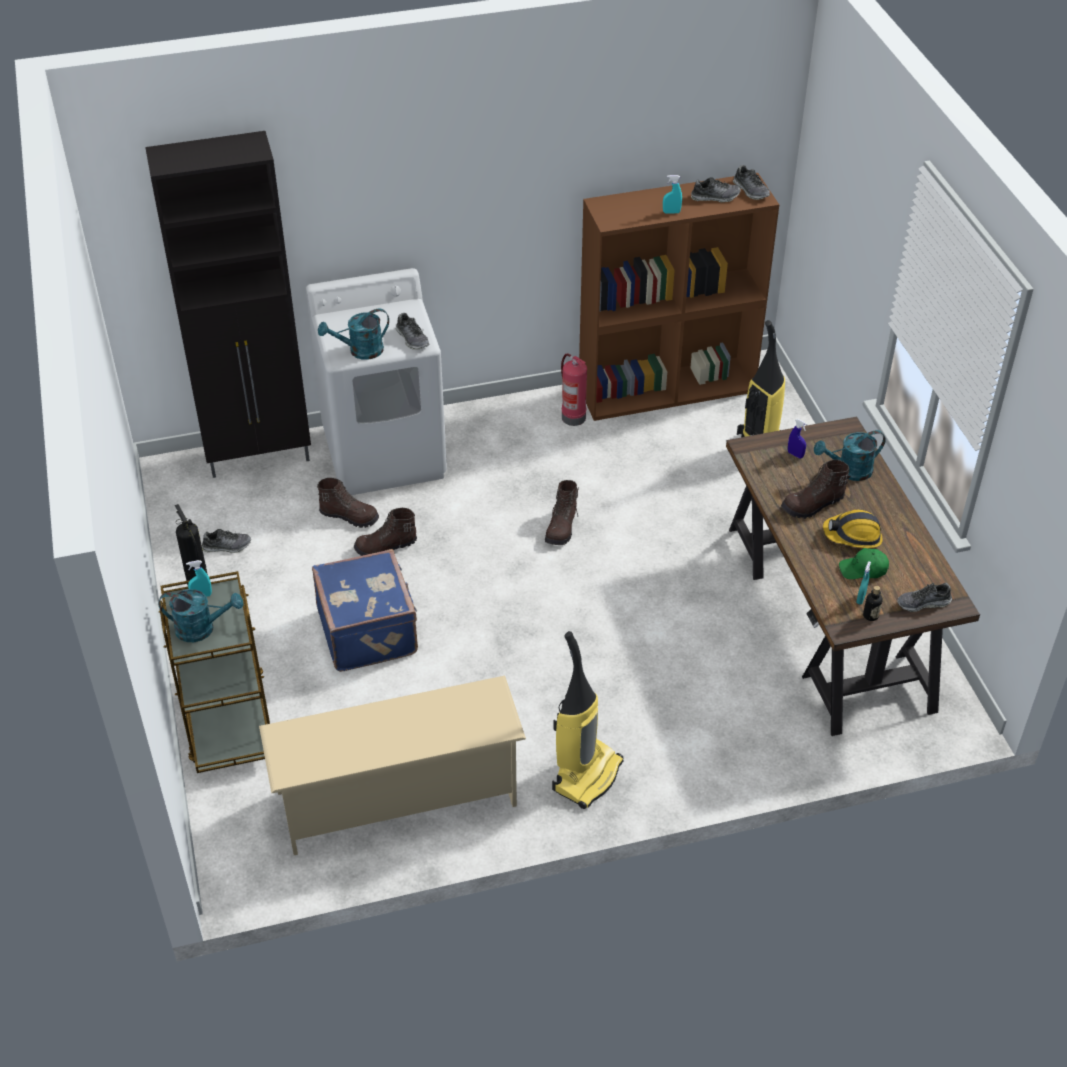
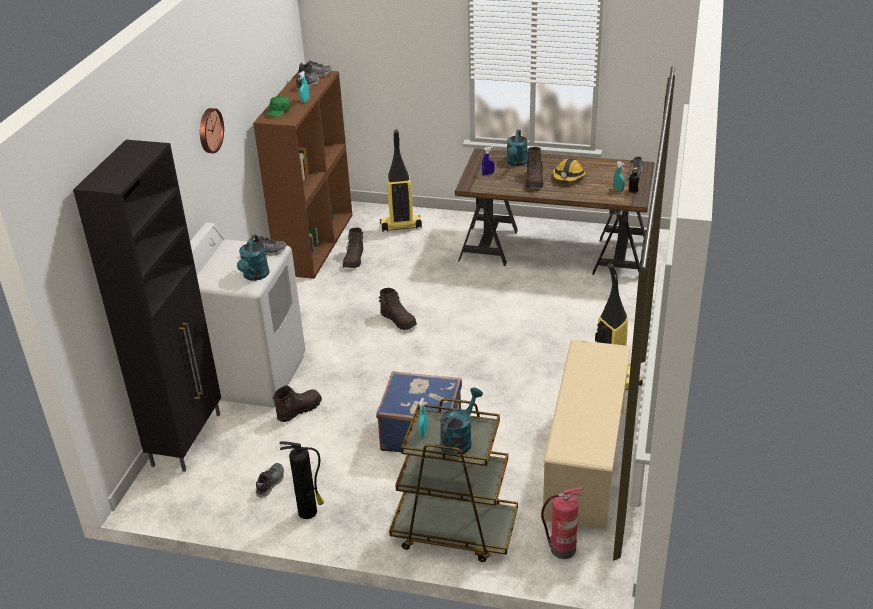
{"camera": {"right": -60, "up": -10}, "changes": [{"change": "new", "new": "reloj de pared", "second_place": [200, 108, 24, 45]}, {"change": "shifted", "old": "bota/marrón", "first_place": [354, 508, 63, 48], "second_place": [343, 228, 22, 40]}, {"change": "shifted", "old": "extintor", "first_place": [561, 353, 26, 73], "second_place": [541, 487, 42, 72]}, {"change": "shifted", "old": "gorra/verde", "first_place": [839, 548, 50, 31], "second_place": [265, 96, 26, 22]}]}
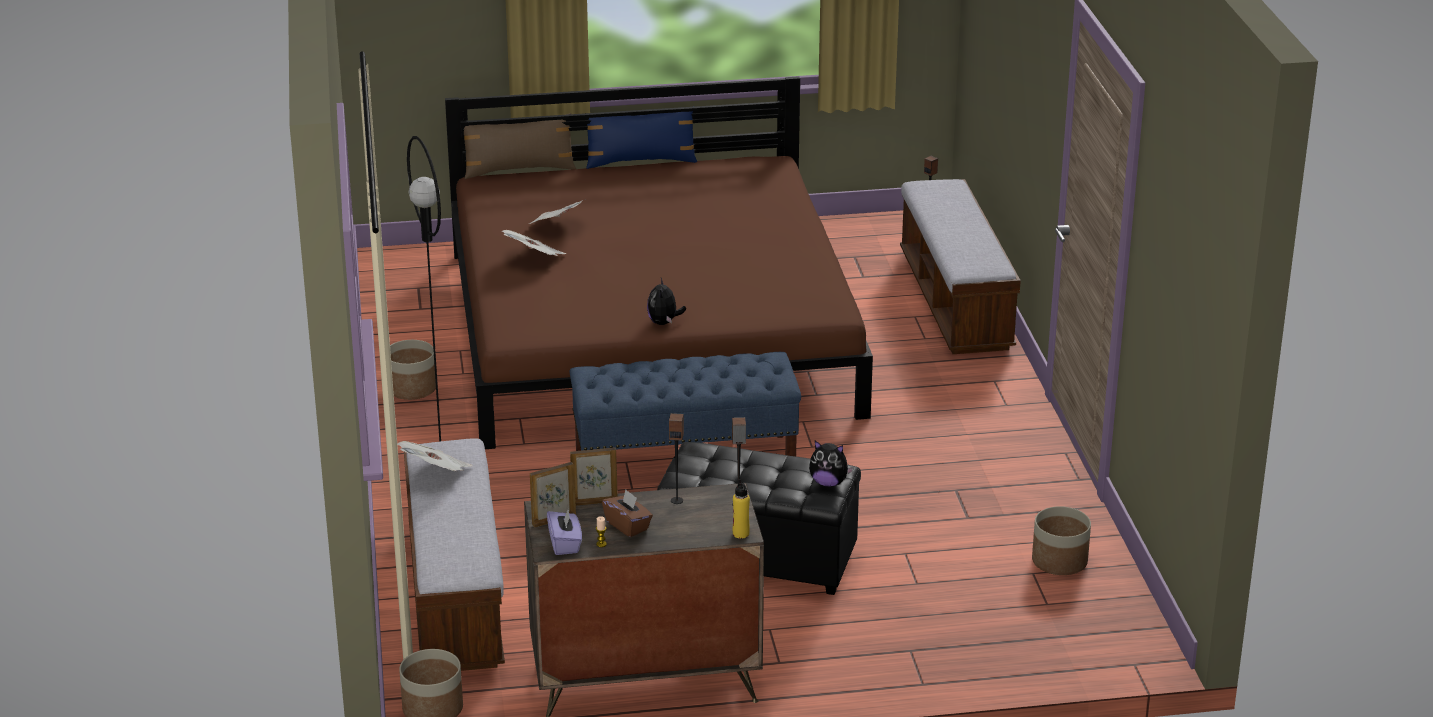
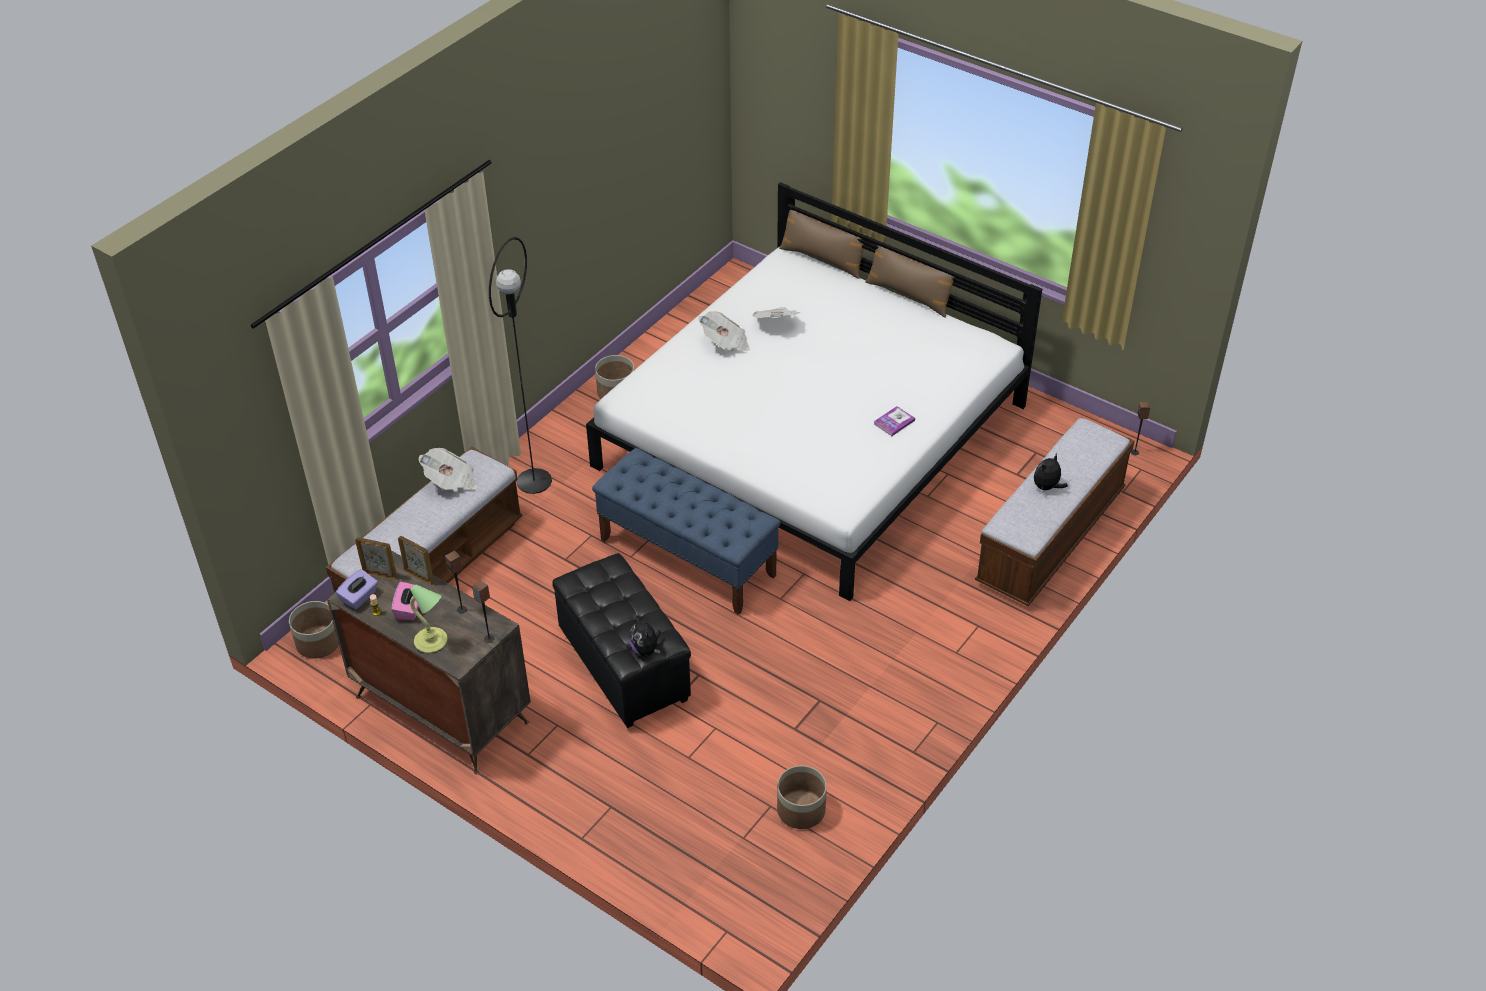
{"camera": {"right": 45, "up": 15}, "changes": [{"change": "gone", "old": "botella/amarillo", "first_place": [733, 479, 17, 60]}, {"change": "new", "new": "lámpara de mesa", "second_place": [410, 585, 37, 68]}, {"change": "new", "new": "libro", "second_place": [874, 406, 41, 30]}, {"change": "shifted", "old": "peluche", "first_place": [647, 278, 39, 47], "second_place": [1034, 453, 34, 37]}, {"change": "repainted", "old": "cama/marrón", "new": "cama/blanco", "first_place": [445, 76, 428, 373], "second_place": [586, 182, 456, 419]}, {"change": "repainted", "old": "cojín/azul", "new": "cojín/marrón", "first_place": [586, 106, 112, 63], "second_place": [865, 240, 92, 78]}, {"change": "repainted", "old": "caja de pañuelos/marrón", "new": "caja de pañuelos/rosa", "first_place": [602, 490, 51, 47], "second_place": [391, 582, 31, 38]}]}
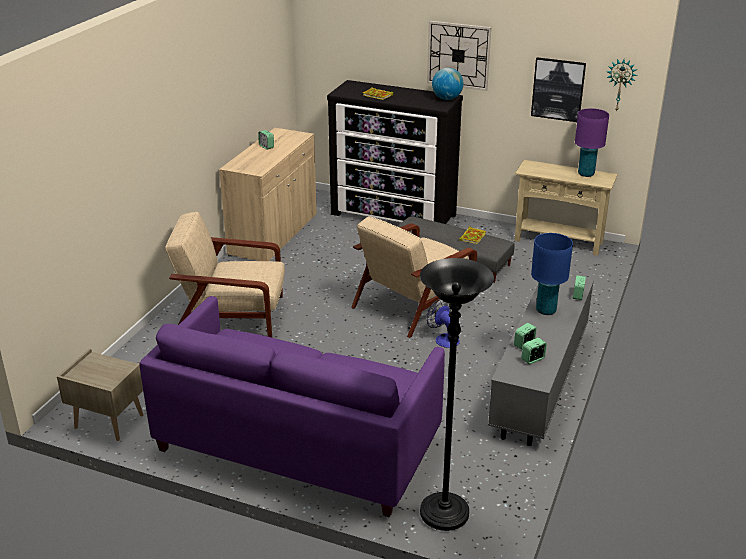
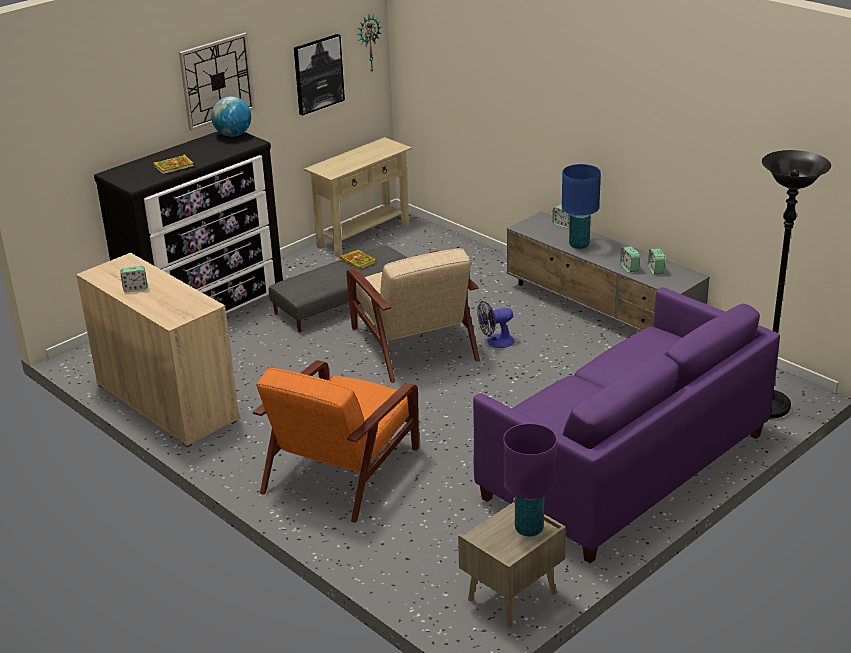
{"camera": {"right": -65, "up": 0}, "changes": [{"change": "shifted", "old": "lámpara de mesa/morado", "first_place": [575, 108, 34, 69], "second_place": [503, 423, 54, 114]}, {"change": "repainted", "old": "sillón/beis", "new": "sillón/naranja", "first_place": [165, 212, 120, 126], "second_place": [253, 360, 166, 163]}]}
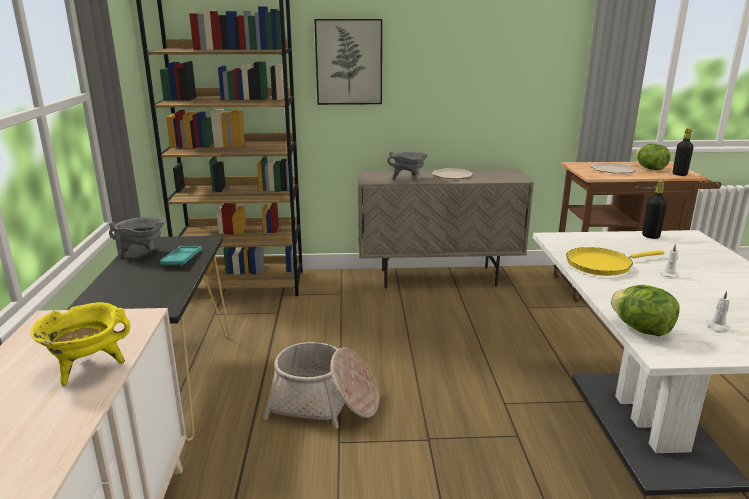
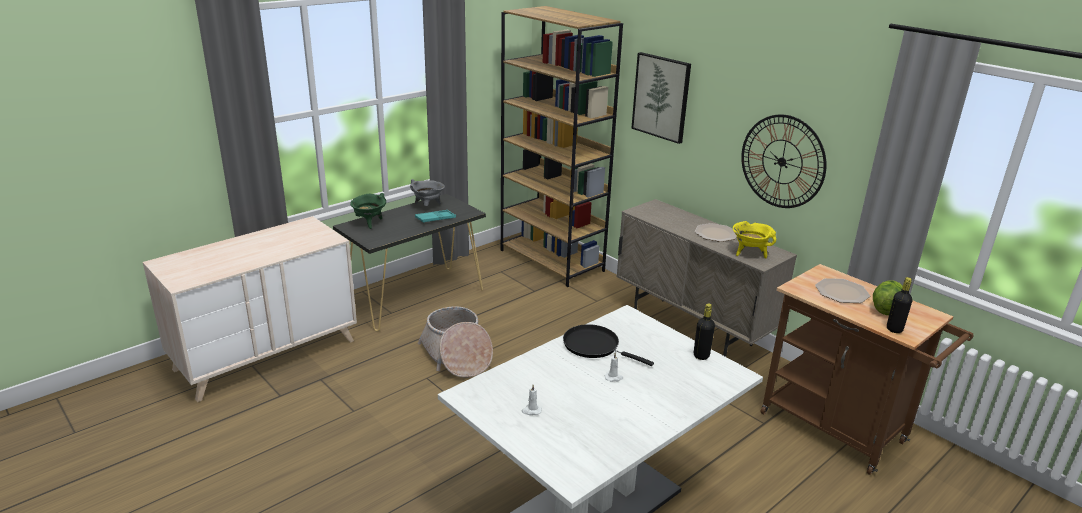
{"camera": {"right": 50, "up": 5}, "changes": [{"change": "gone", "old": "olla/gris", "first_place": [387, 151, 41, 29]}, {"change": "gone", "old": "lechuga", "first_place": [611, 285, 69, 51]}, {"change": "new", "new": "olla/verde", "second_place": [350, 193, 36, 36]}, {"change": "new", "new": "reloj de pared", "second_place": [741, 114, 86, 94]}, {"change": "shifted", "old": "olla/amarillo", "first_place": [31, 302, 99, 83], "second_place": [733, 221, 43, 37]}, {"change": "repainted", "old": "sartén/amarillo", "new": "sartén/negro", "first_place": [566, 247, 99, 29], "second_place": [563, 324, 91, 42]}]}
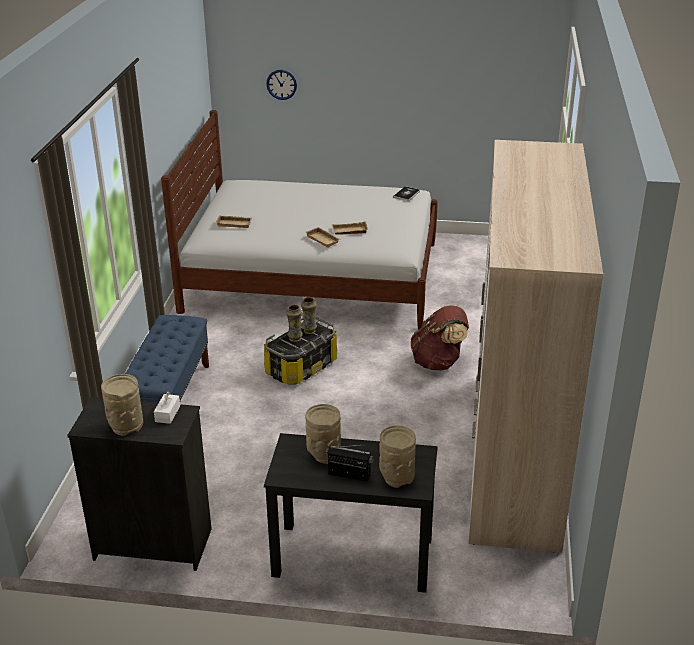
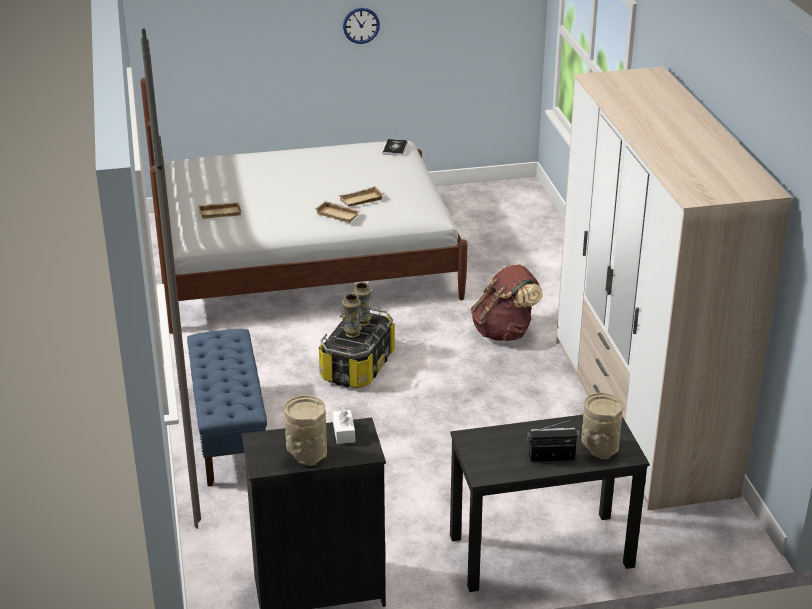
{"camera": {"right": -20, "up": 0}, "changes": [{"change": "gone", "old": "florero/beis", "first_place": [305, 404, 36, 60]}, {"change": "shifted", "old": "reloj de pared", "first_place": [266, 70, 31, 30], "second_place": [343, 8, 37, 36]}]}
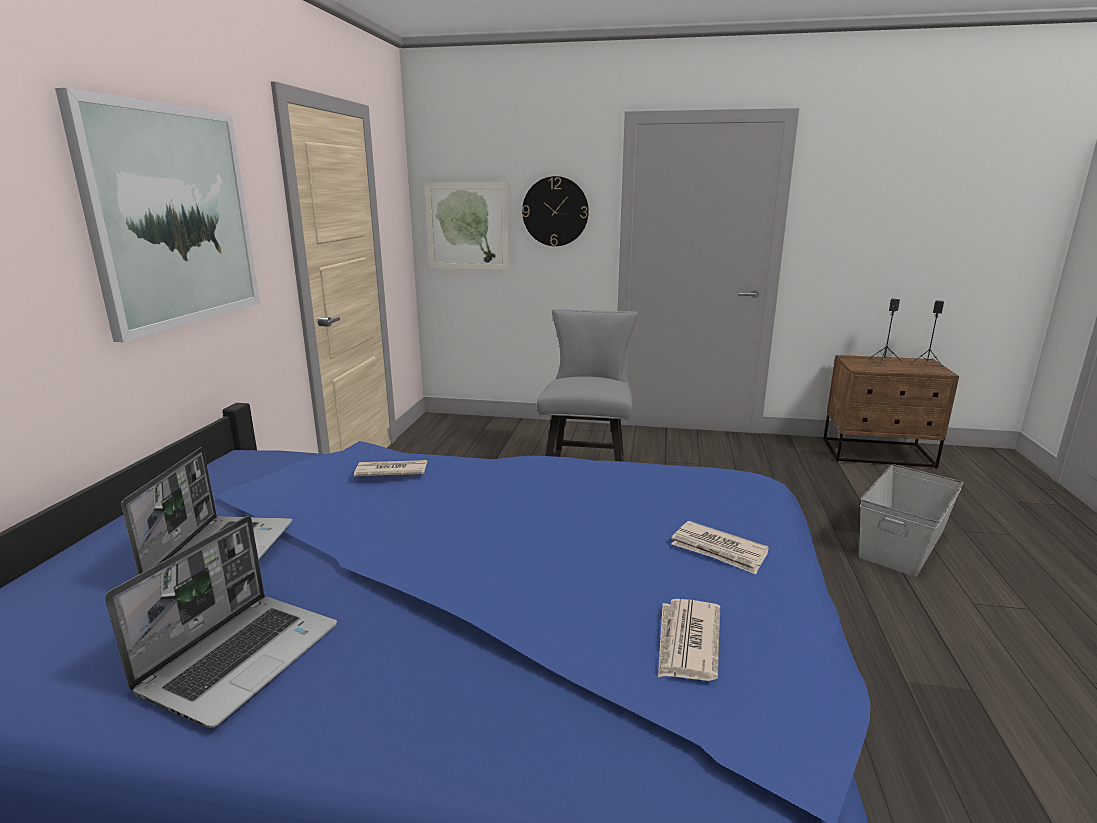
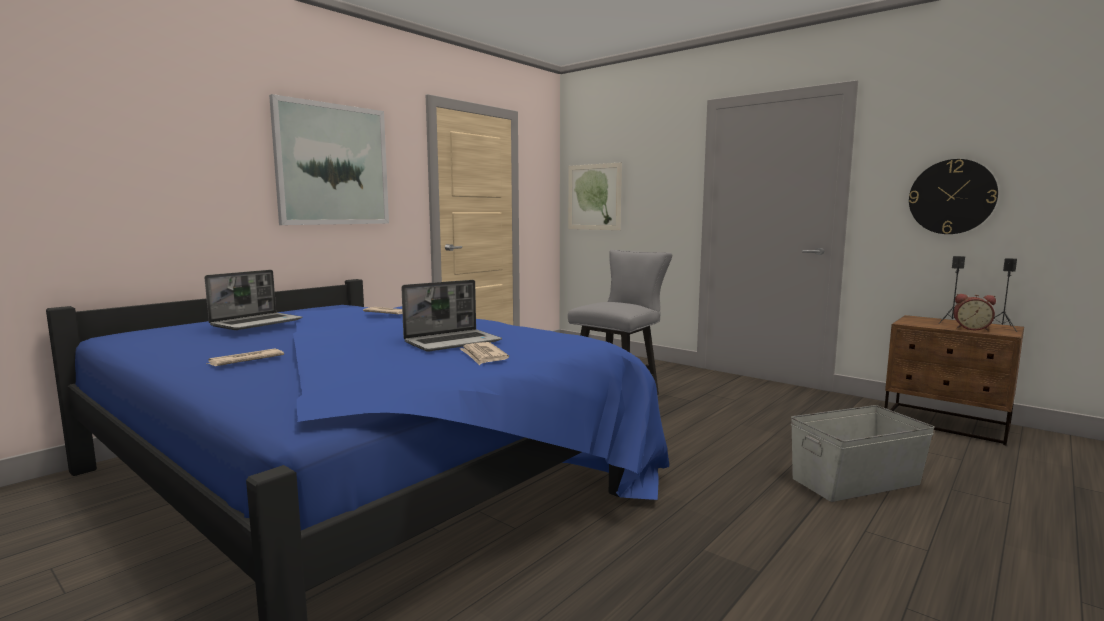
{"camera": {"right": 30, "up": -10}, "changes": [{"change": "new", "new": "despertador", "second_place": [953, 294, 43, 37]}, {"change": "shifted", "old": "portátil", "first_place": [105, 516, 232, 212], "second_place": [401, 280, 101, 72]}, {"change": "shifted", "old": "reloj de pared", "first_place": [522, 176, 67, 70], "second_place": [909, 159, 89, 75]}, {"change": "shifted", "old": "periódico", "first_place": [658, 599, 62, 82], "second_place": [206, 348, 78, 18]}]}
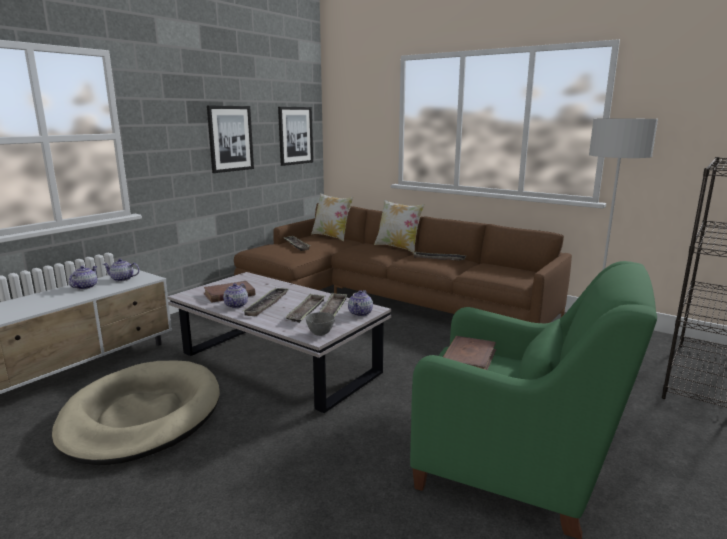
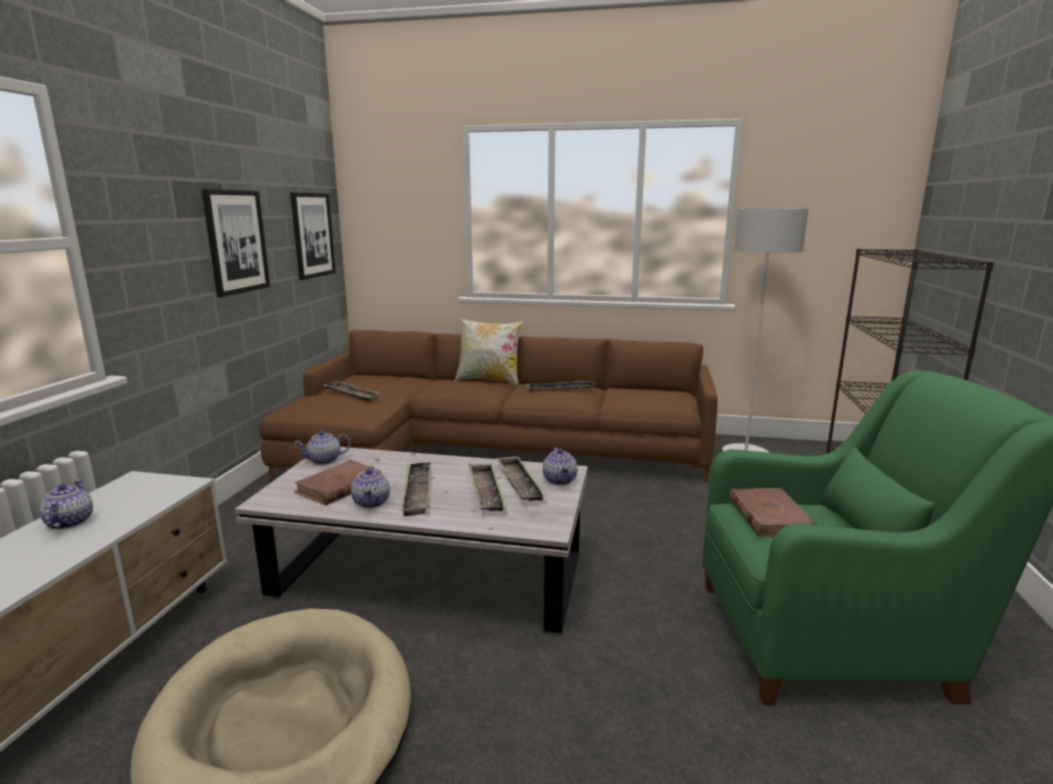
{"camera": {"right": -25, "up": 0}, "changes": [{"change": "gone", "old": "cuenco/gris", "first_place": [306, 312, 29, 24]}, {"change": "gone", "old": "cojín", "first_place": [311, 193, 42, 48]}, {"change": "shifted", "old": "tetera", "first_place": [103, 259, 37, 23], "second_place": [294, 431, 57, 34]}]}
